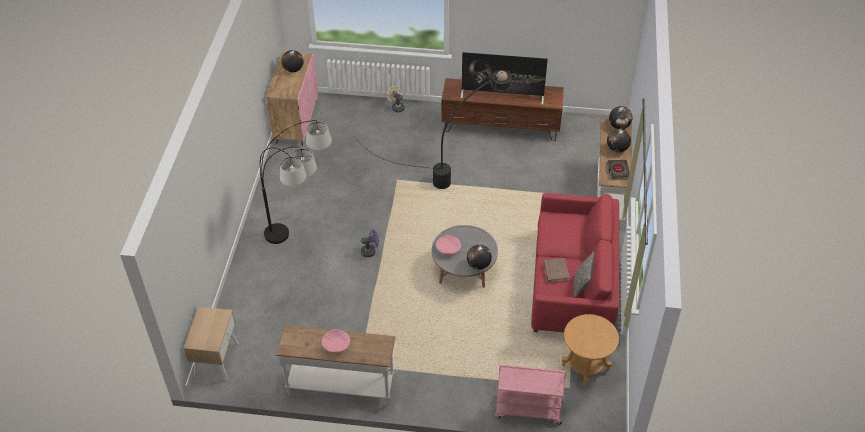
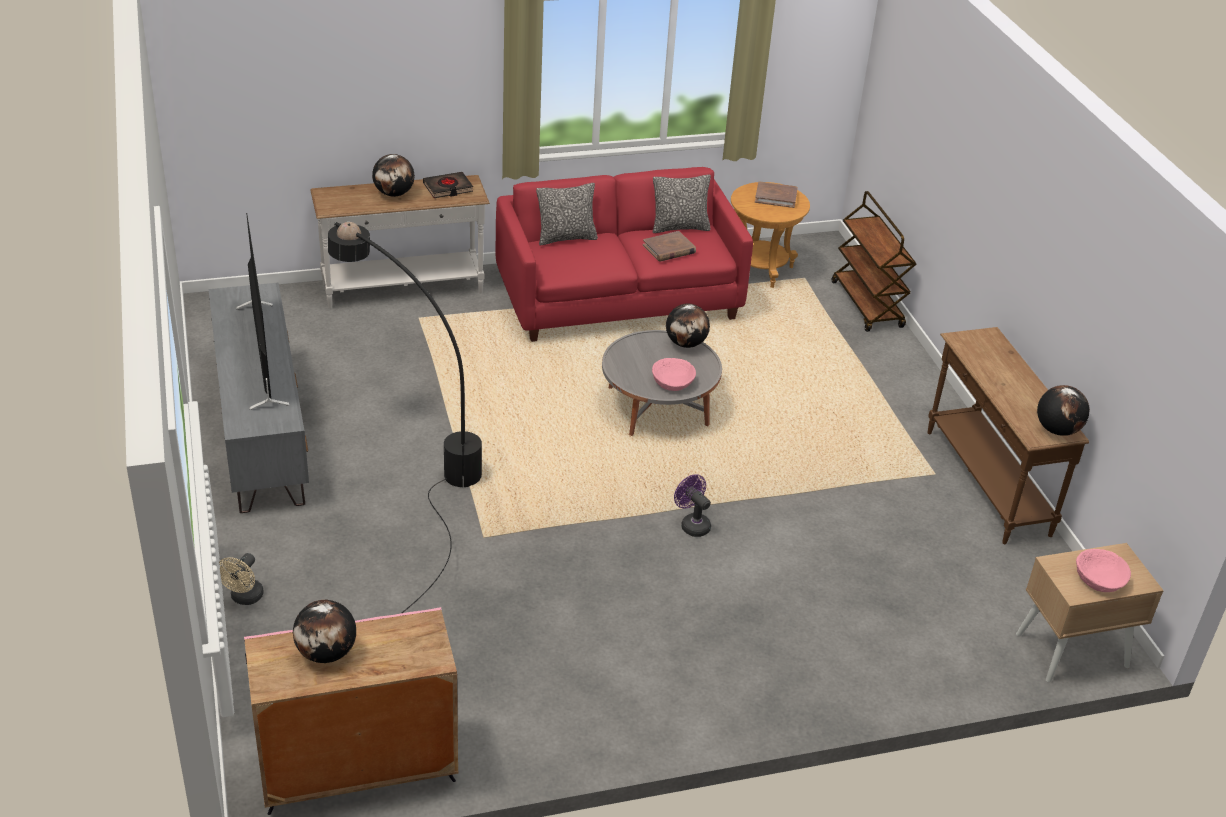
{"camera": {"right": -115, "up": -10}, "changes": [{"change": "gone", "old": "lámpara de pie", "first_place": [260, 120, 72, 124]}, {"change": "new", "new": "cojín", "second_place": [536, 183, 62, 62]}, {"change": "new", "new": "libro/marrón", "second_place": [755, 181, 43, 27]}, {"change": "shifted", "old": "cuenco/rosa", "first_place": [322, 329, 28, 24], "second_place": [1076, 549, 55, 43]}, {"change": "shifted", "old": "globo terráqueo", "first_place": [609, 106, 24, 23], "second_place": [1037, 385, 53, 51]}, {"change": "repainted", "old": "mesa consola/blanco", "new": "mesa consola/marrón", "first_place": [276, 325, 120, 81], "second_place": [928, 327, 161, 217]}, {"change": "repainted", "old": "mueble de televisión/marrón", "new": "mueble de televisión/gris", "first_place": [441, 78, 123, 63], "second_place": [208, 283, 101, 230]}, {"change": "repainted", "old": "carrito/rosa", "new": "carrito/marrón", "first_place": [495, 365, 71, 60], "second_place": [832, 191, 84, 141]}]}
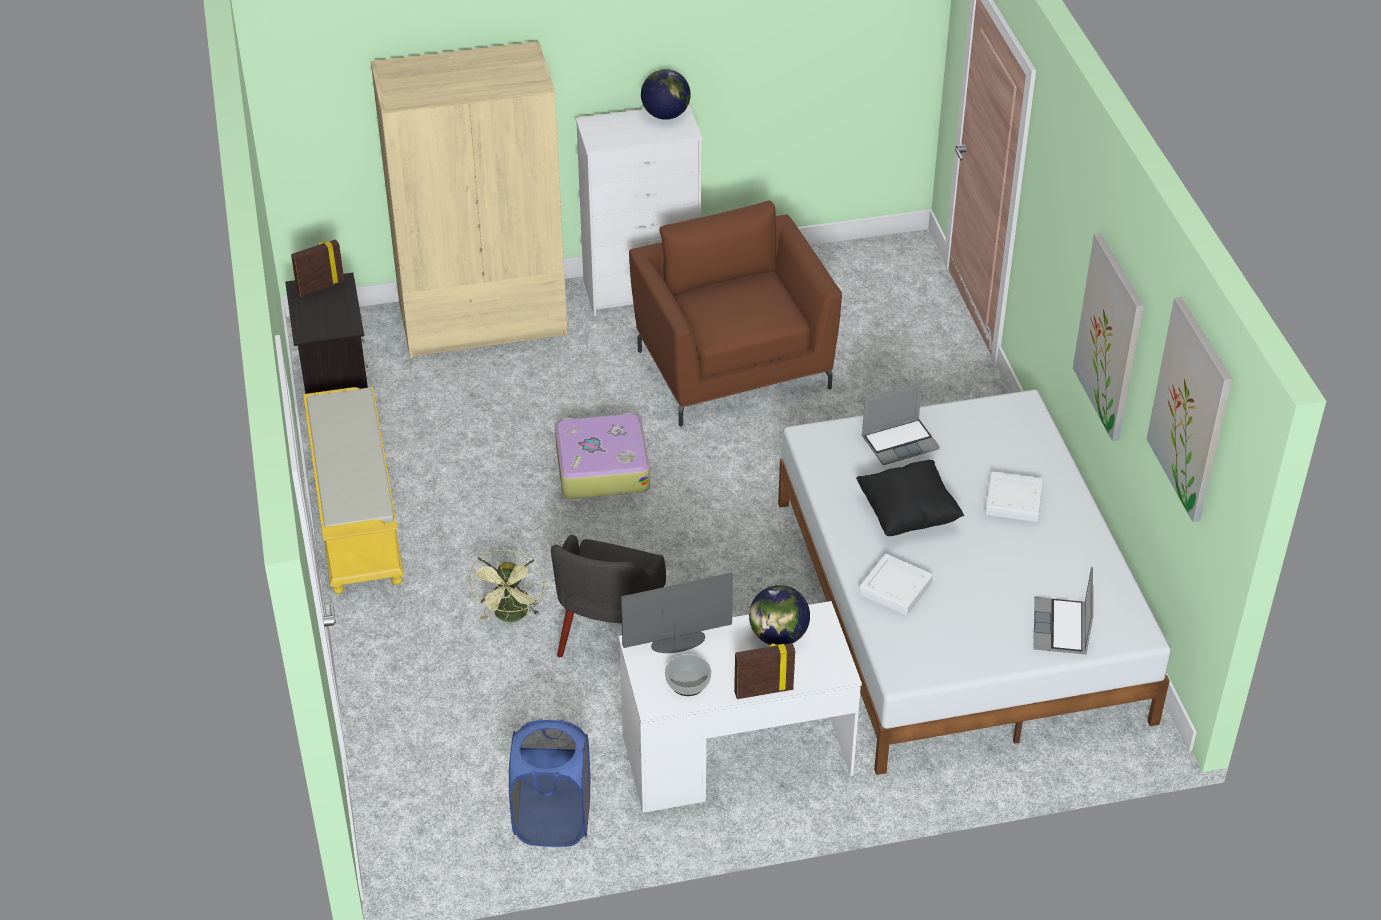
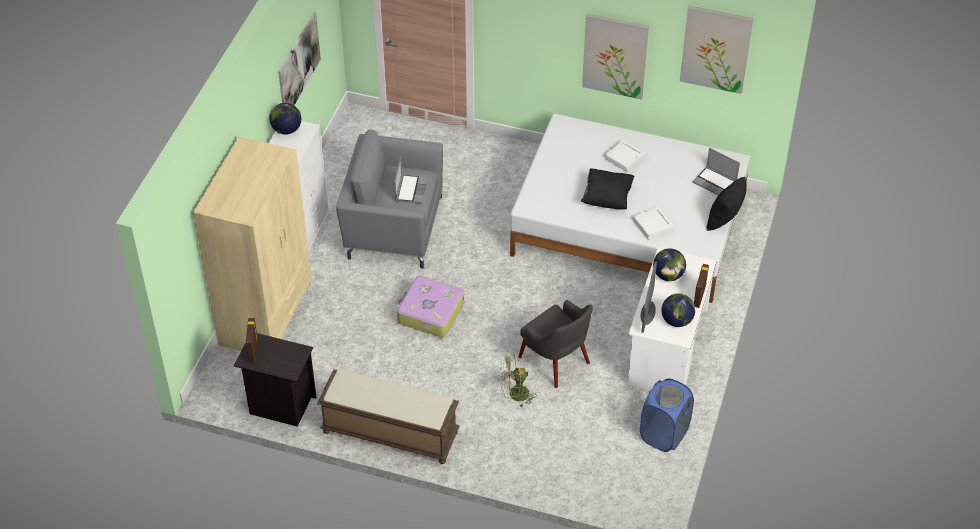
{"camera": {"right": -60, "up": 5}, "changes": [{"change": "new", "new": "cuadro", "second_place": [278, 12, 43, 93]}, {"change": "new", "new": "cojín/negro", "second_place": [706, 177, 41, 54]}, {"change": "shifted", "old": "portátil", "first_place": [862, 383, 78, 82], "second_place": [394, 156, 34, 48]}, {"change": "swapped", "old": "cuenco", "new": "globo terráqueo", "first_place": [665, 654, 46, 42], "second_place": [662, 293, 33, 34]}, {"change": "repainted", "old": "banco/amarillo", "new": "banco/marrón", "first_place": [303, 387, 101, 207], "second_place": [317, 369, 143, 95]}, {"change": "repainted", "old": "sillón/marrón", "new": "sillón/gris", "first_place": [629, 200, 213, 227], "second_place": [336, 130, 107, 139]}, {"change": "rotated", "old": "ventilador/verde", "first_place": [469, 550, 76, 72], "second_place": [499, 352, 36, 55], "degrees": 135}]}
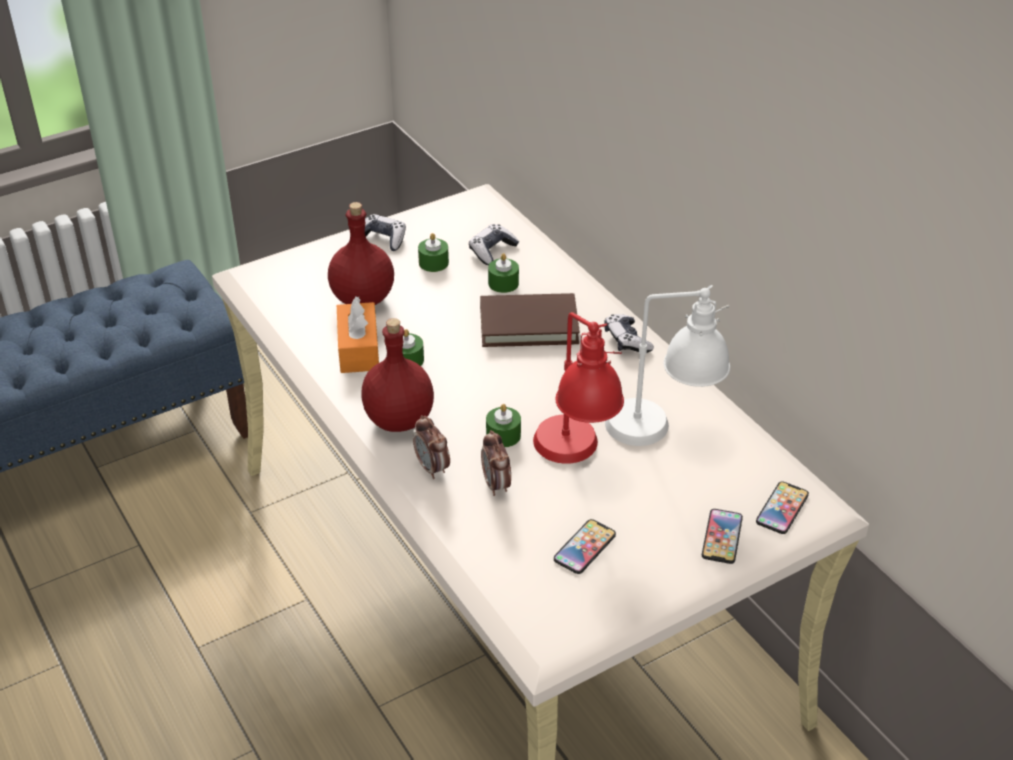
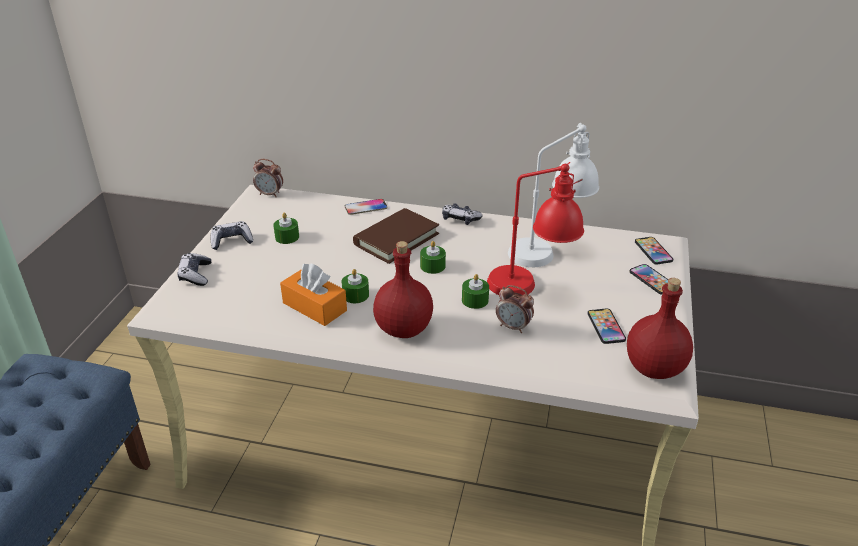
{"camera": {"right": -45, "up": -5}, "changes": [{"change": "new", "new": "móvil", "second_place": [345, 199, 42, 16]}, {"change": "shifted", "old": "botella/rojo", "first_place": [328, 202, 66, 103], "second_place": [627, 278, 66, 101]}, {"change": "shifted", "old": "despertador", "first_place": [413, 415, 37, 64], "second_place": [253, 159, 30, 38]}, {"change": "shifted", "old": "mando de consola", "first_place": [469, 224, 50, 41], "second_place": [177, 253, 34, 33]}, {"change": "shifted", "old": "vela/verde", "first_place": [488, 253, 31, 40], "second_place": [420, 241, 26, 33]}]}
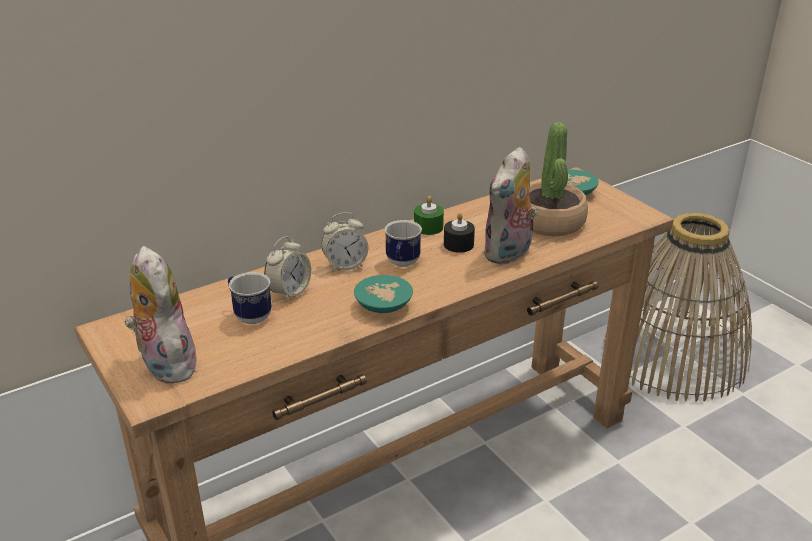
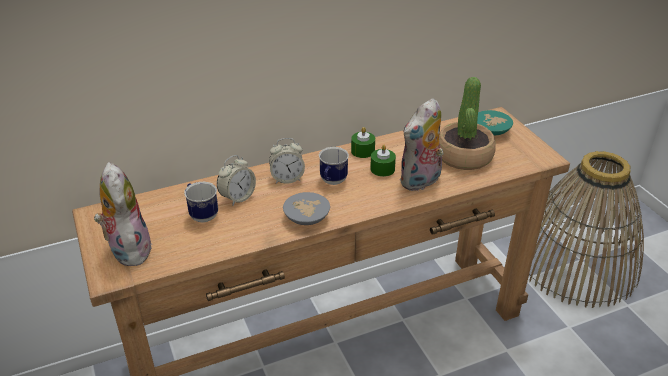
{"camera": {"right": 10, "up": 5}, "changes": [{"change": "repainted", "old": "cuenco/turquesa", "new": "cuenco/gris", "first_place": [354, 275, 59, 38], "second_place": [283, 192, 47, 33]}, {"change": "repainted", "old": "vela/negro", "new": "vela/verde", "first_place": [444, 213, 31, 40], "second_place": [370, 145, 26, 32]}]}
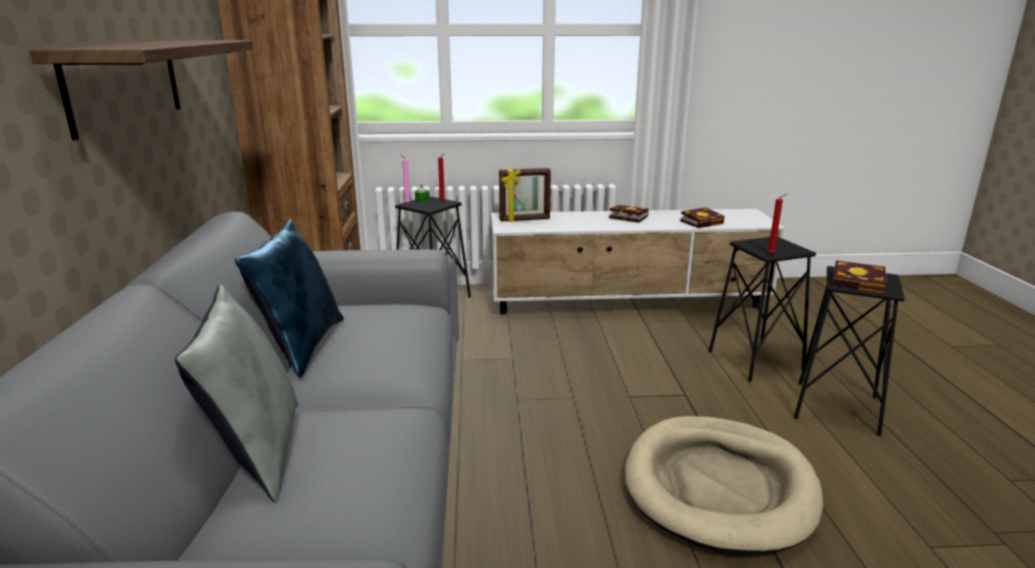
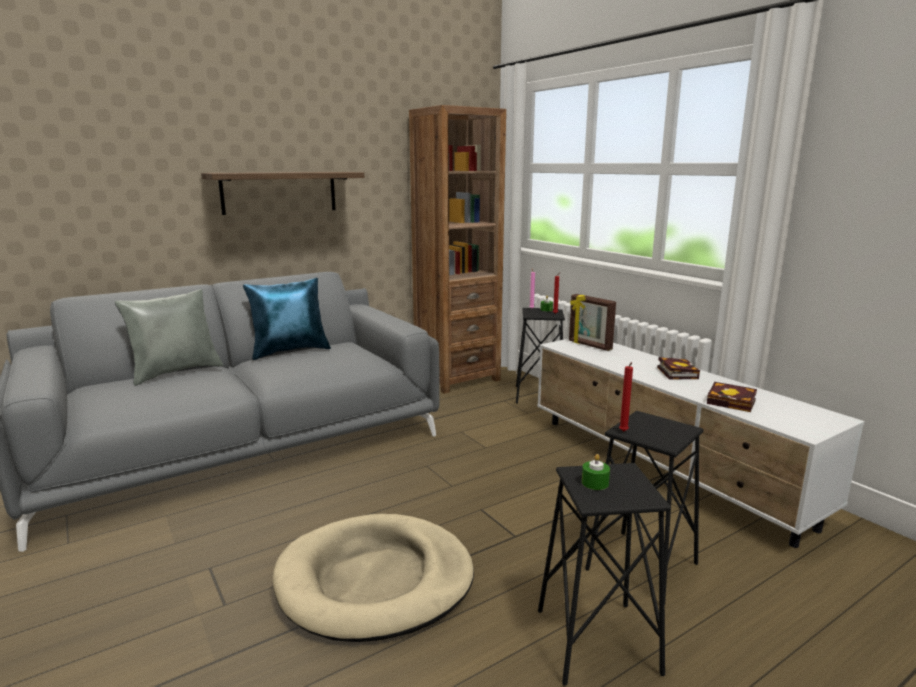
{"camera": {"right": 60, "up": -5}, "changes": [{"change": "swapped", "old": "libro", "new": "vela/verde", "first_place": [833, 261, 54, 32], "second_place": [582, 454, 28, 36]}]}
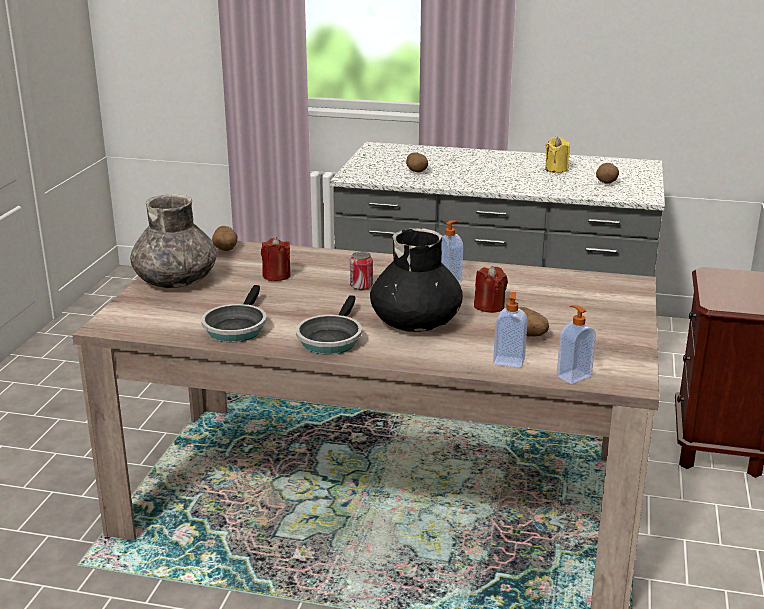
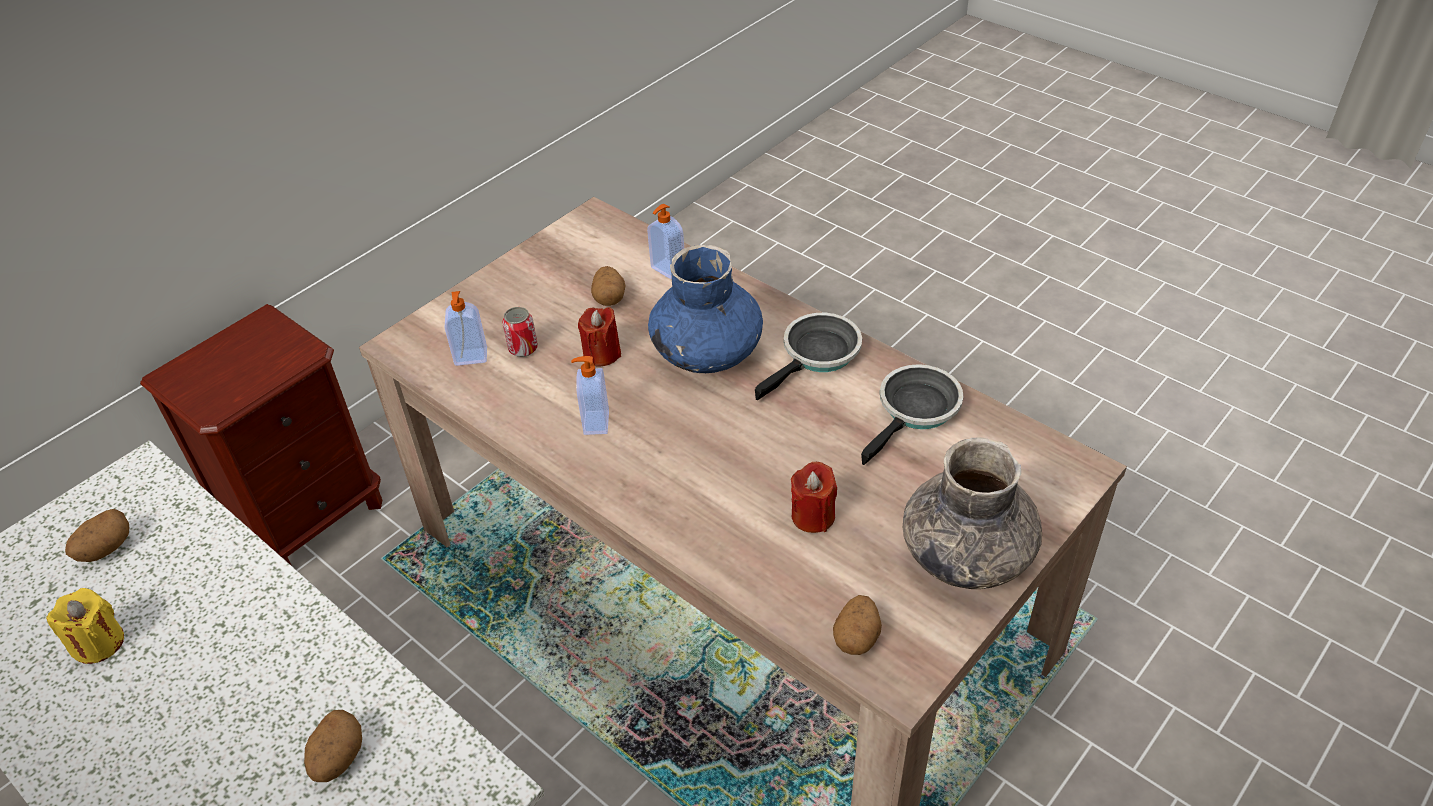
{"camera": {"right": -150, "up": 20}, "changes": [{"change": "shifted", "old": "lata", "first_place": [350, 251, 23, 40], "second_place": [502, 307, 36, 50]}, {"change": "shifted", "old": "dispensador de jabón", "first_place": [557, 305, 39, 79], "second_place": [444, 291, 43, 75]}, {"change": "repainted", "old": "florero/negro", "new": "florero/azul", "first_place": [370, 228, 93, 104], "second_place": [648, 245, 115, 128]}]}
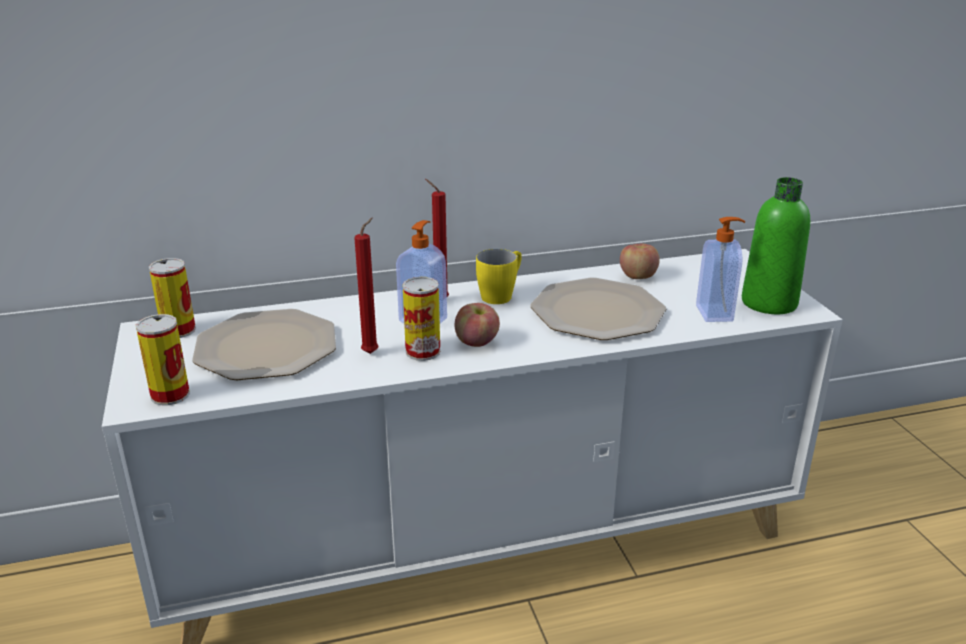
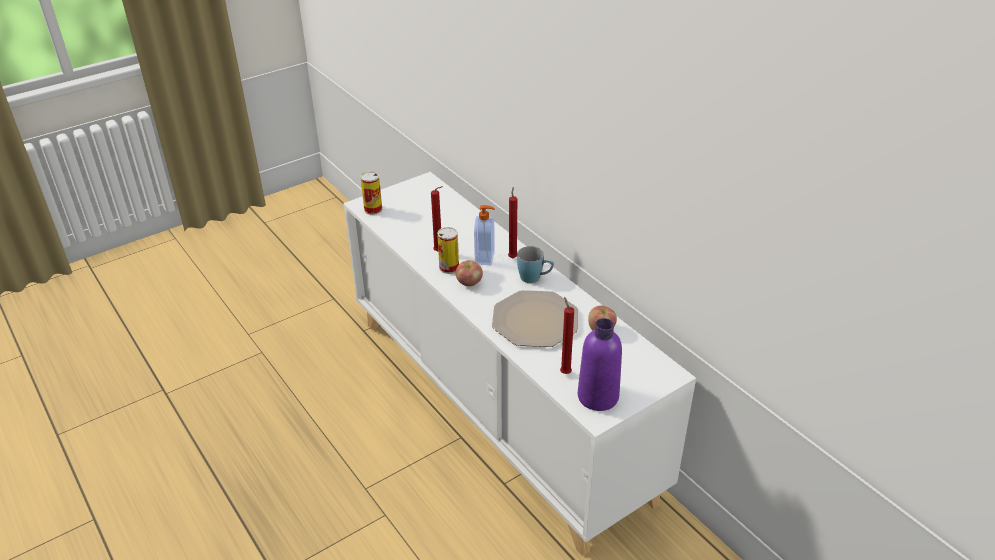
{"camera": {"right": 70, "up": 10}, "changes": [{"change": "gone", "old": "lata", "first_place": [149, 258, 47, 80]}, {"change": "gone", "old": "plato", "first_place": [192, 309, 144, 71]}, {"change": "swapped", "old": "dispensador de jabón", "new": "vela/rojo", "first_place": [696, 217, 49, 105], "second_place": [560, 296, 14, 78]}, {"change": "repainted", "old": "taza grande/amarillo", "new": "taza grande/azul", "first_place": [476, 249, 46, 55], "second_place": [517, 246, 37, 37]}, {"change": "repainted", "old": "botella/verde", "new": "botella/morado", "first_place": [742, 177, 68, 137], "second_place": [578, 318, 44, 93]}]}
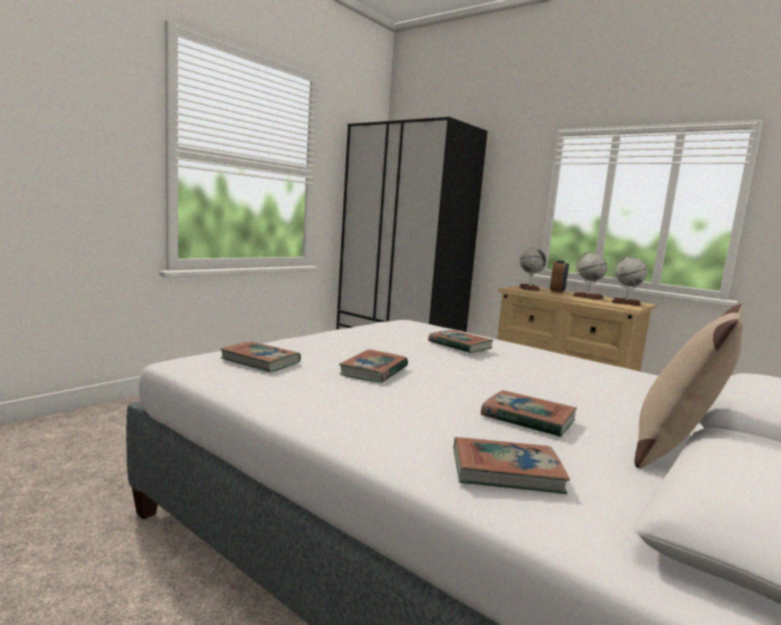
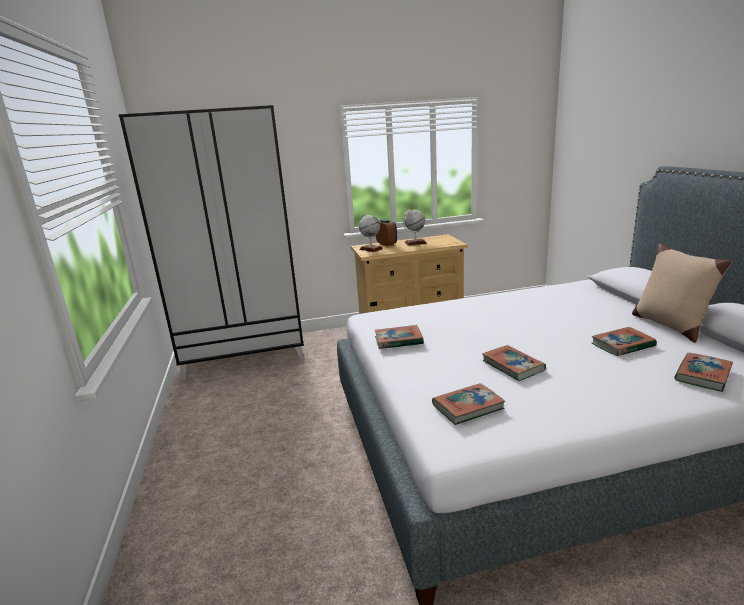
{"camera": {"right": -50, "up": 10}, "changes": [{"change": "gone", "old": "globo terráqueo", "first_place": [612, 256, 35, 50]}, {"change": "shifted", "old": "libro", "first_place": [428, 330, 66, 23], "second_place": [375, 325, 49, 24]}]}
